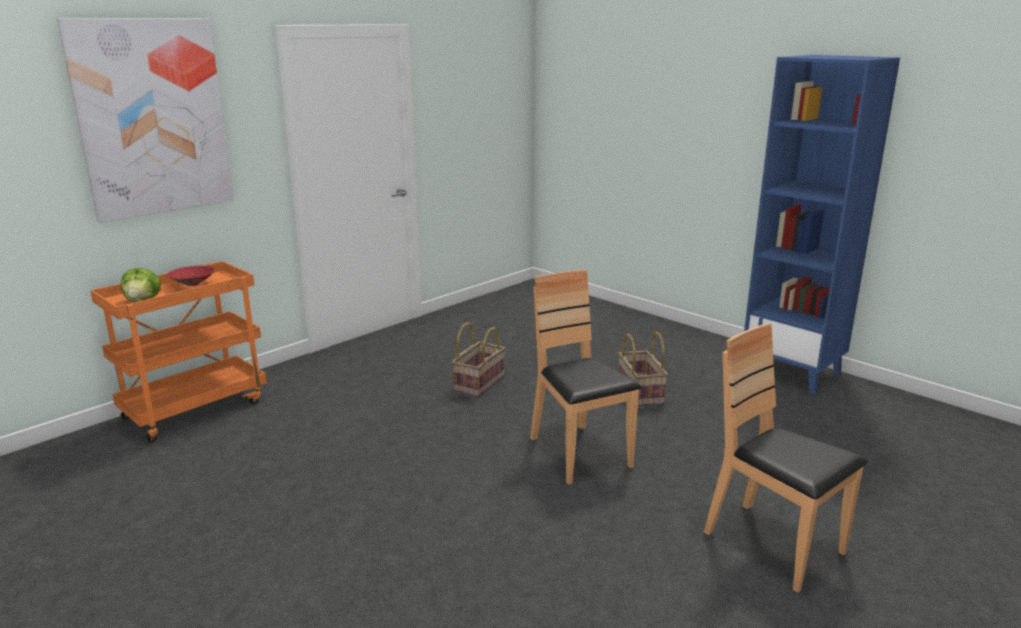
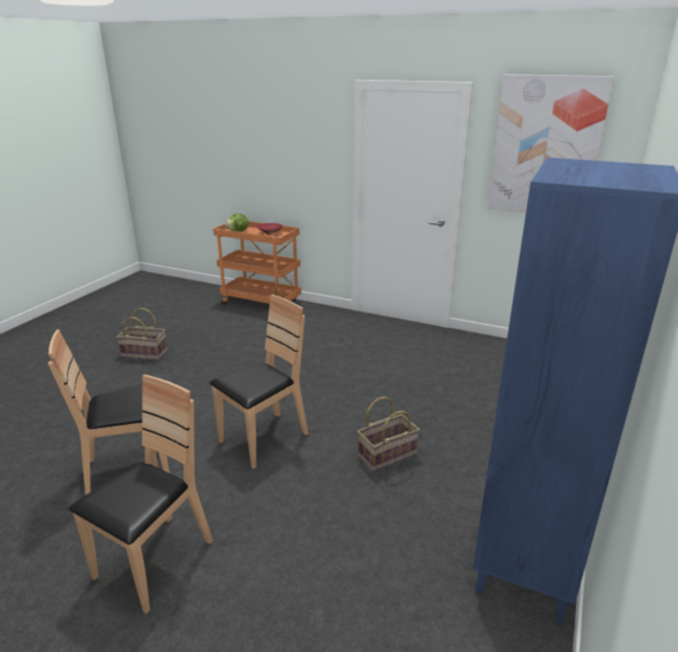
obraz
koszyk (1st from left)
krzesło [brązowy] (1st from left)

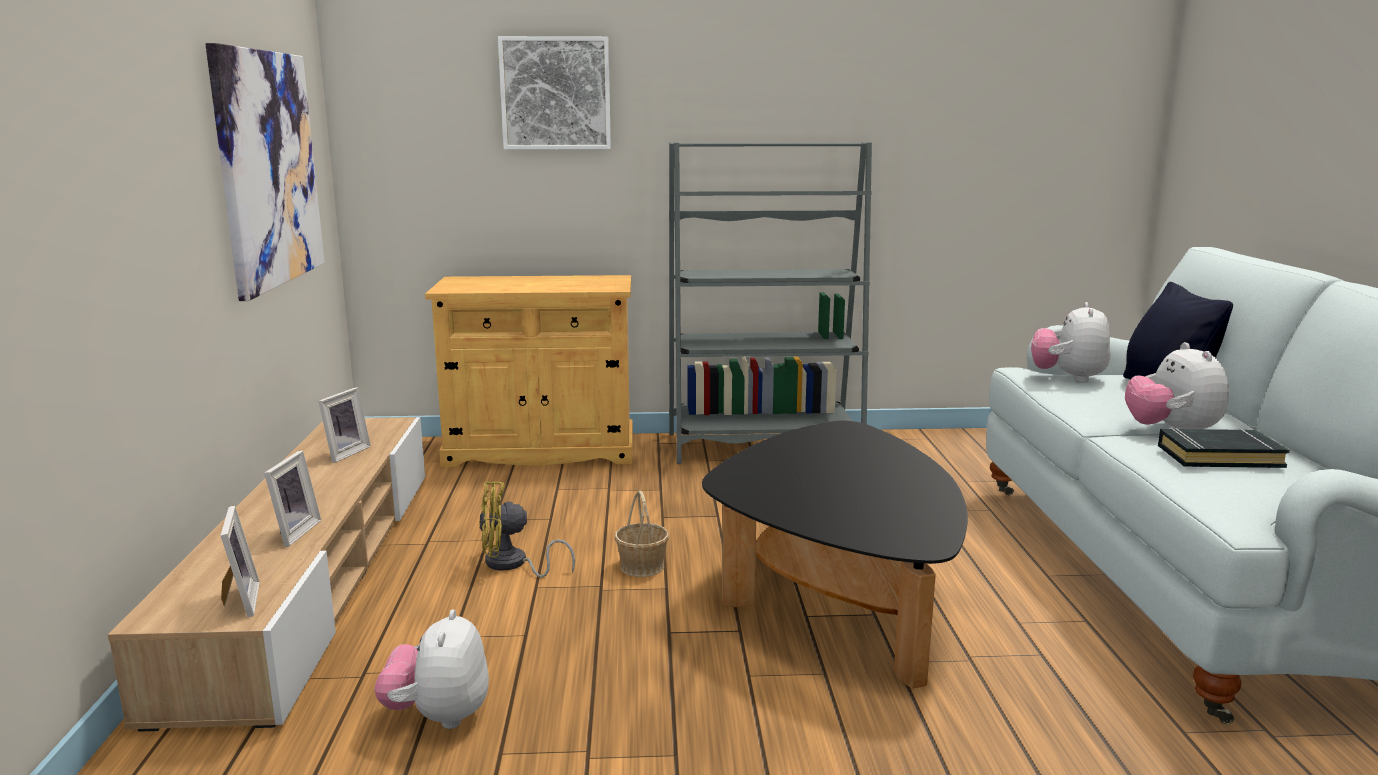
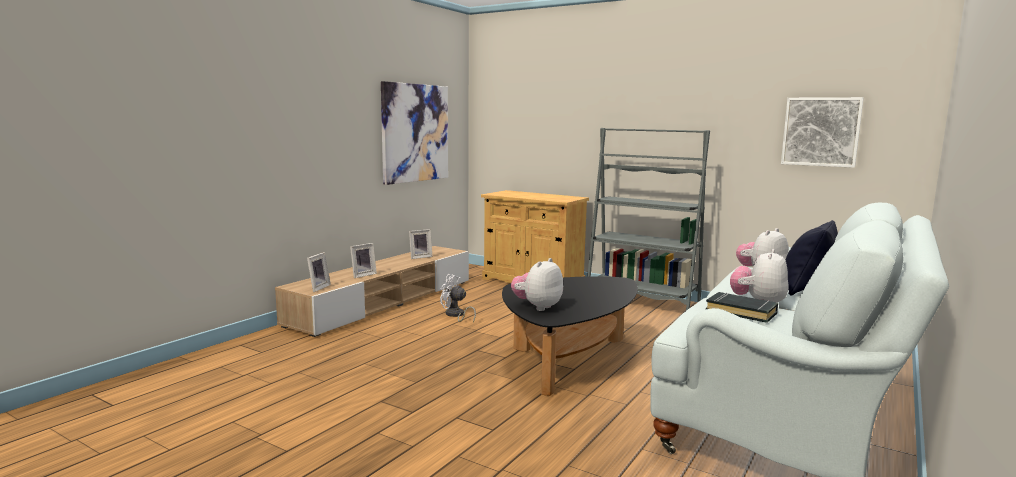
pluszak (1st from left)
wentylator [biały]
obraz (2nd from left)
koszyk

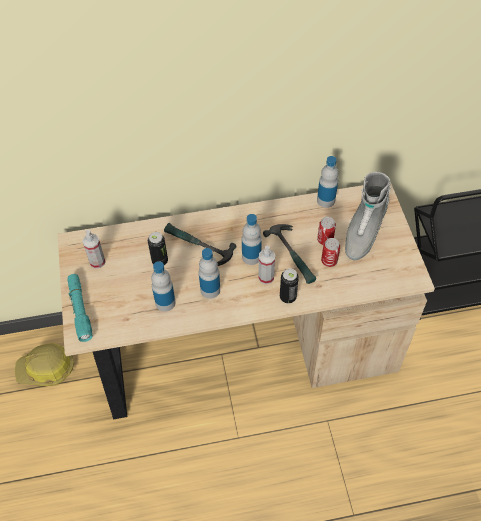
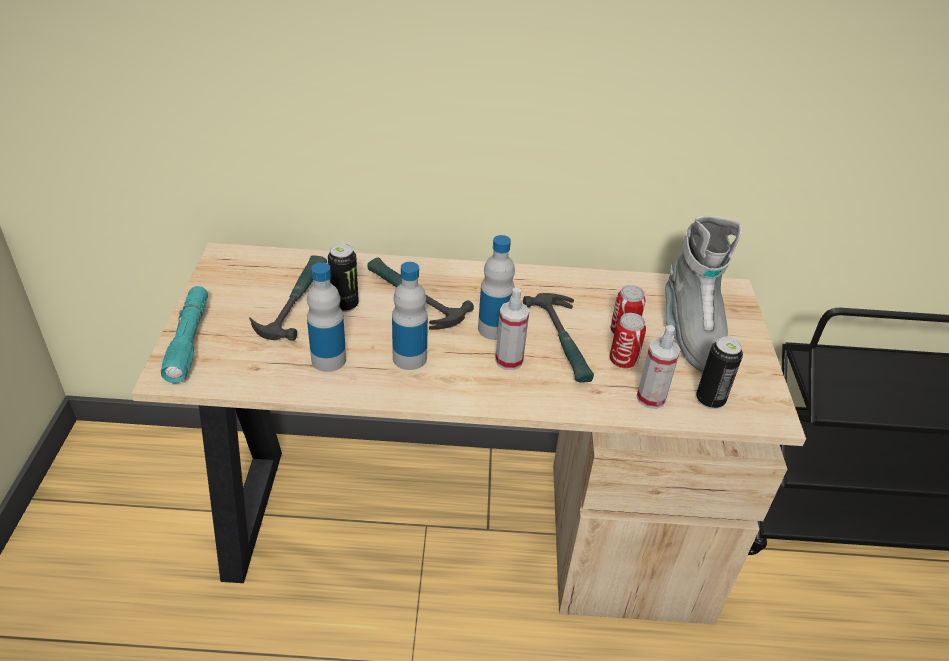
kask
spryskiwacz (2nd from left)
puszka (4th from left)
butelka (4th from left in the first image)
but z cholewką [szary]
młotek (1st from left)

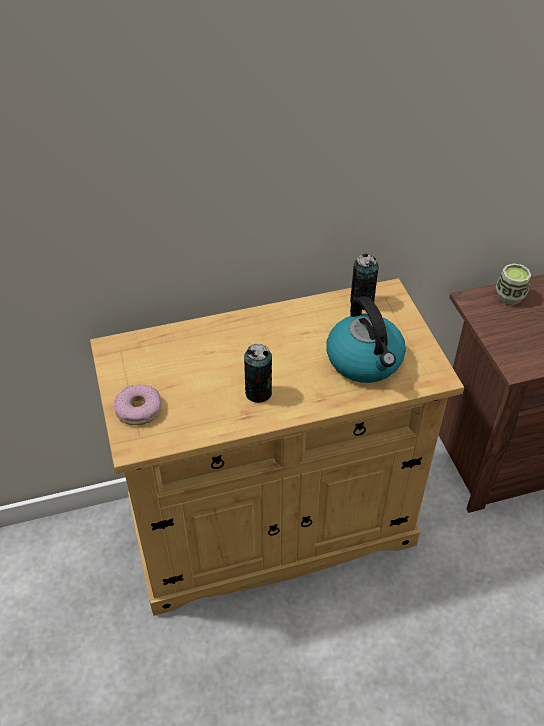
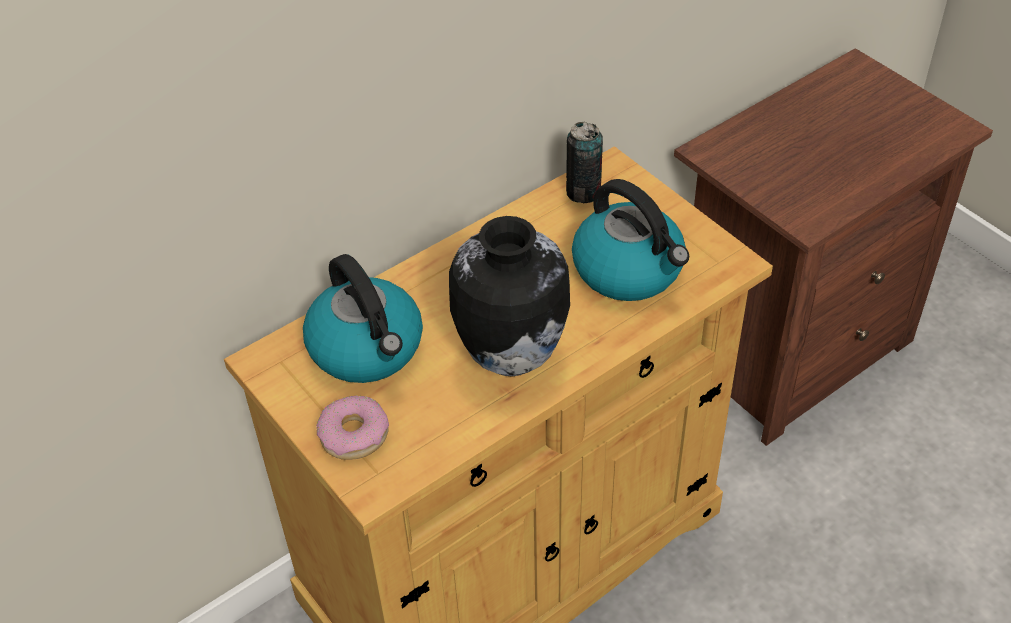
wazon
filiżanka
czajnik (1st from left)

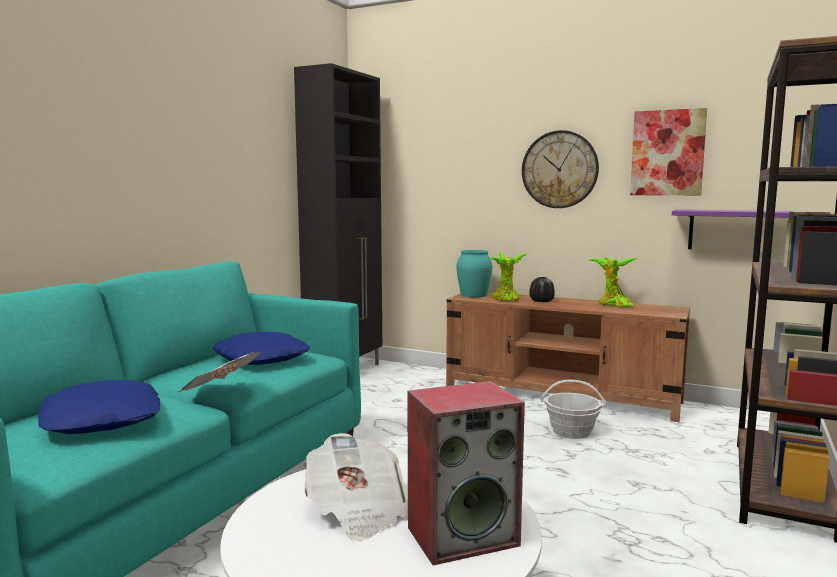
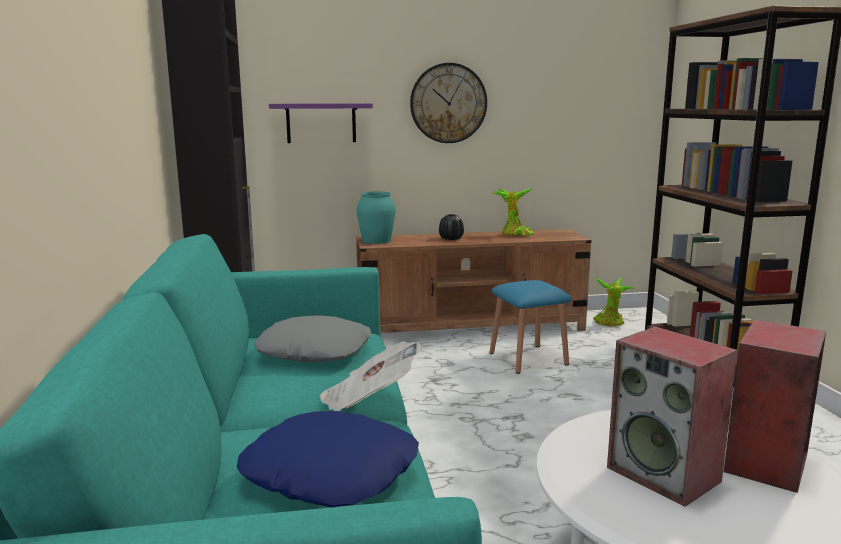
poduszka [szary]
głośnik (1st from left)
roślina doniczkowa (2nd from left)
stołek [niebieski]
obraz
półka [fioletowy]

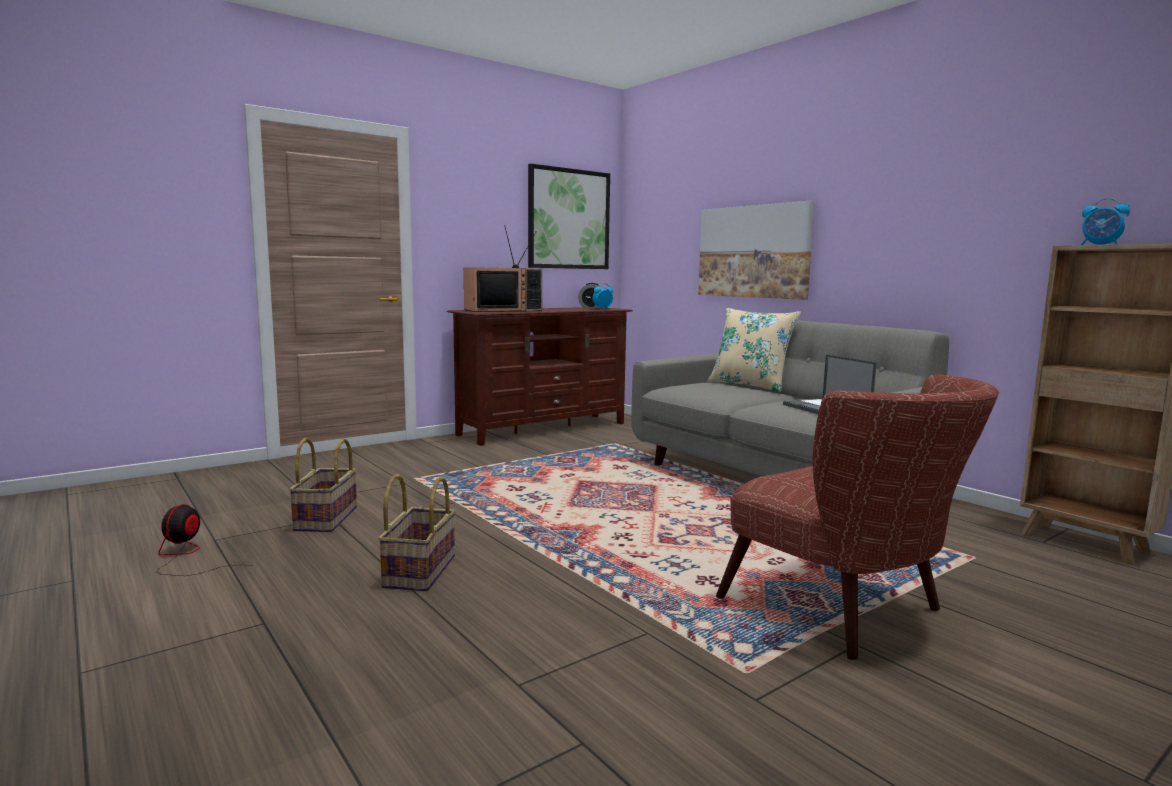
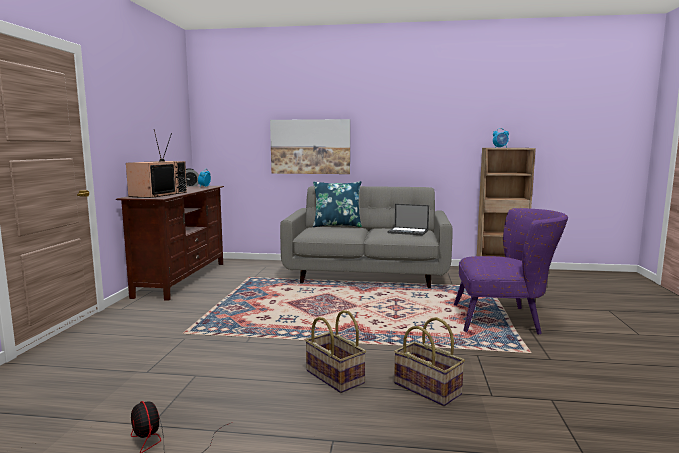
koszyk (2nd from left)
obraz (1st from left in the first image)
poduszka [niebieski]
fotel [fioletowy]

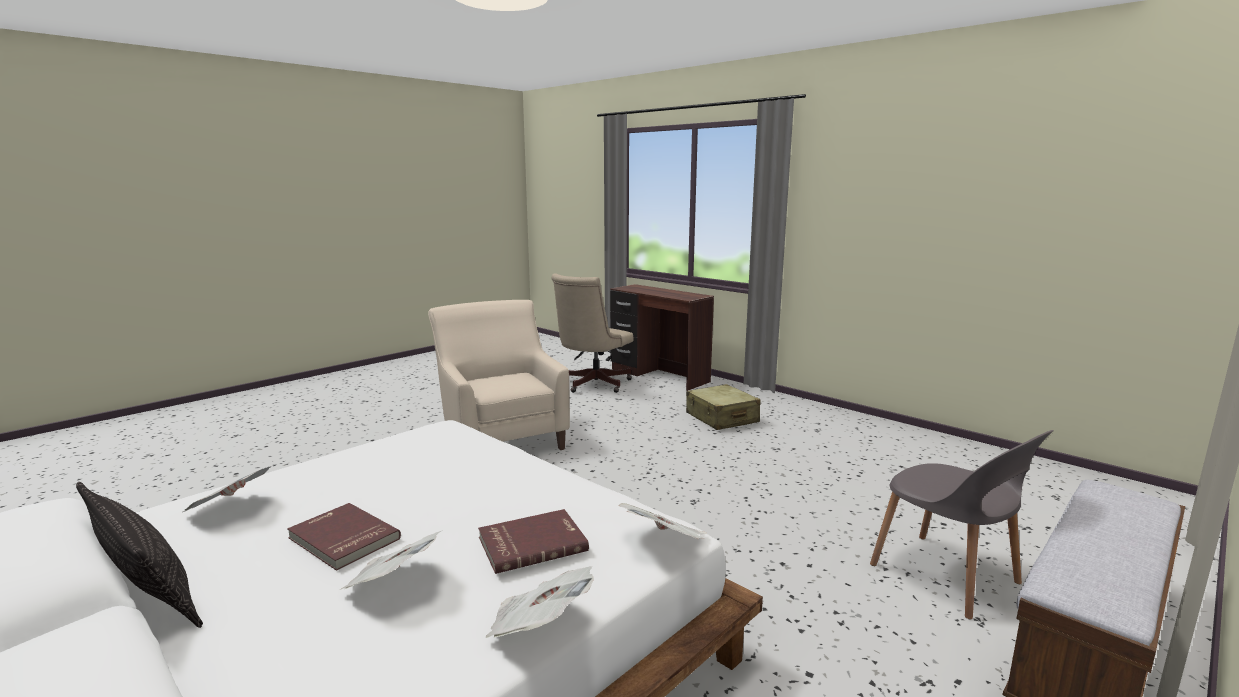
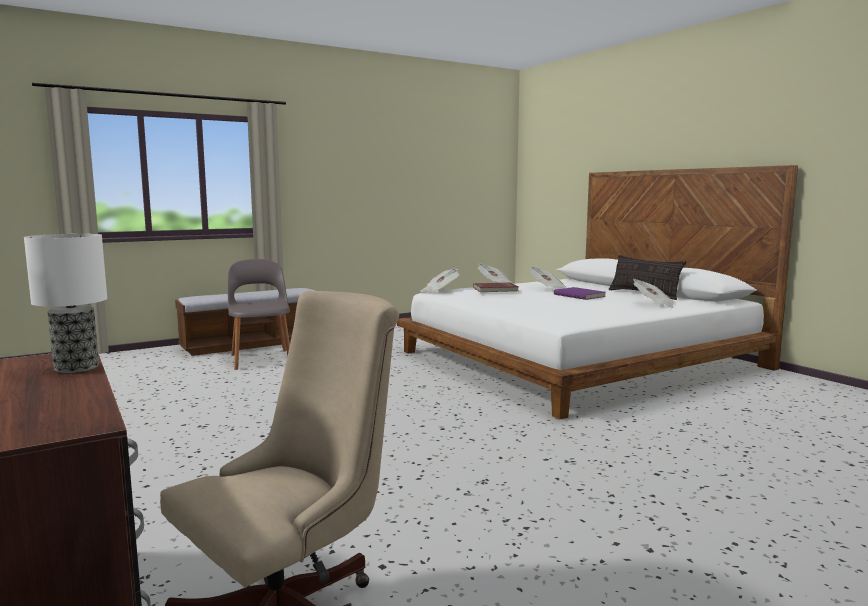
książka [fioletowy]
fotel [beżowy]
walizka [beżowy]
lampa stołowa

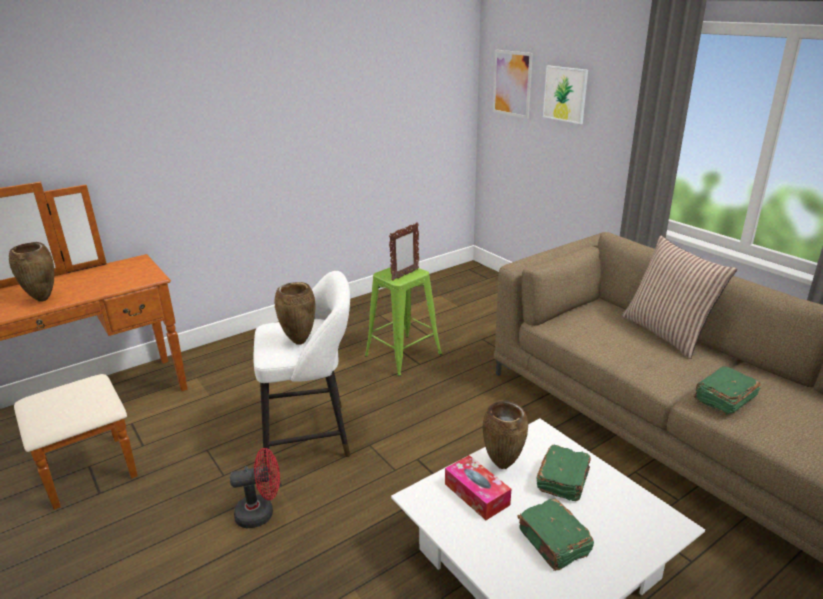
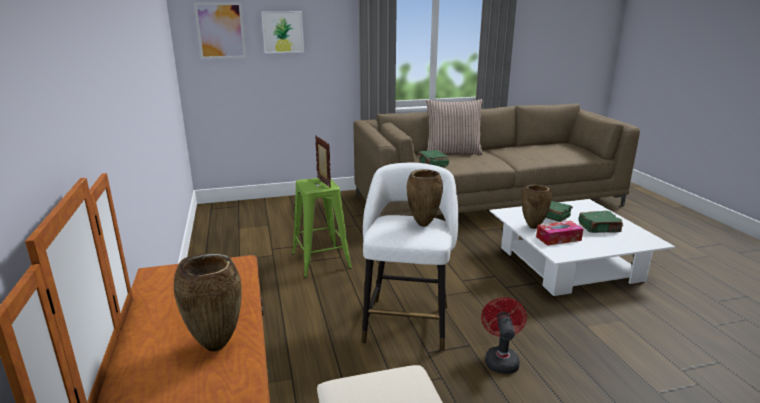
książka [zielony] (1st from left)

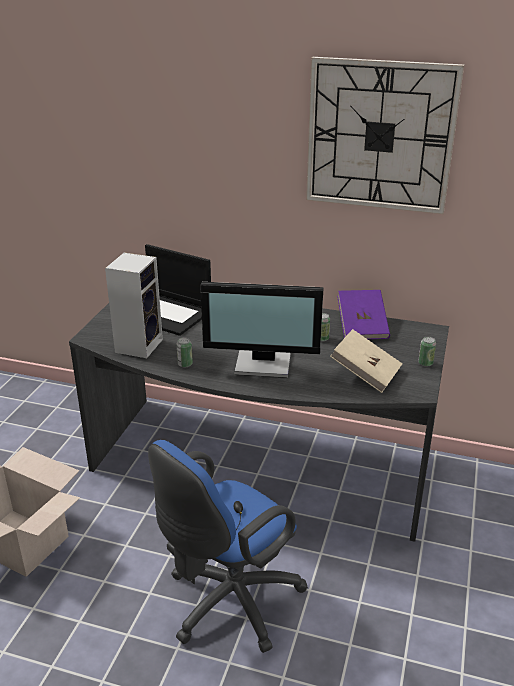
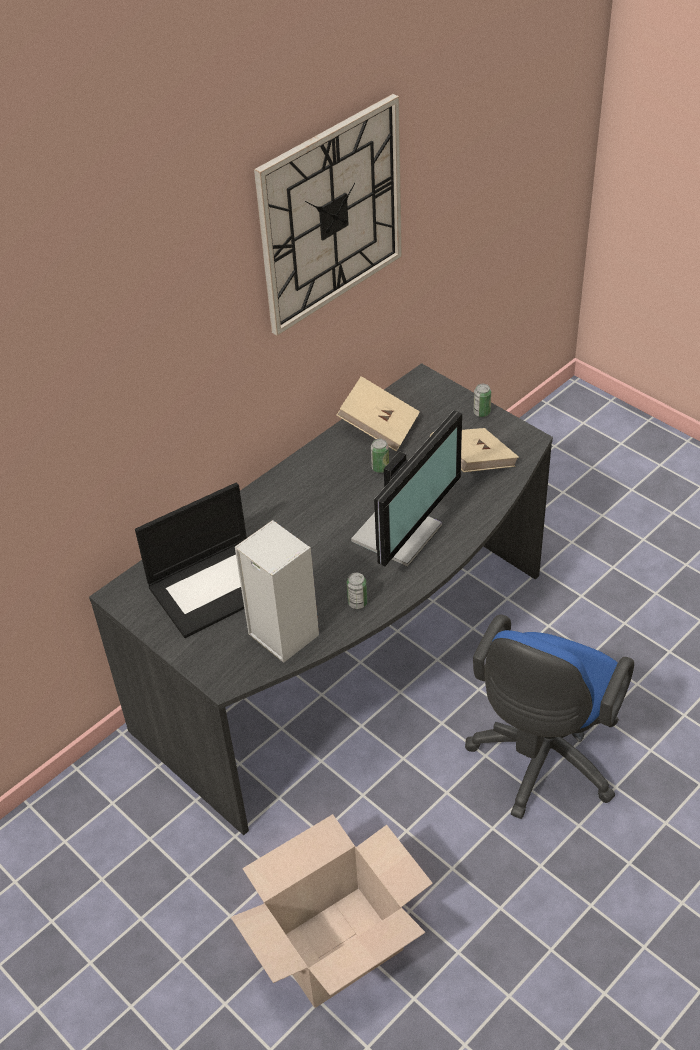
krzesło biurowe [niebieski]
książka [beżowy] (1st from left)

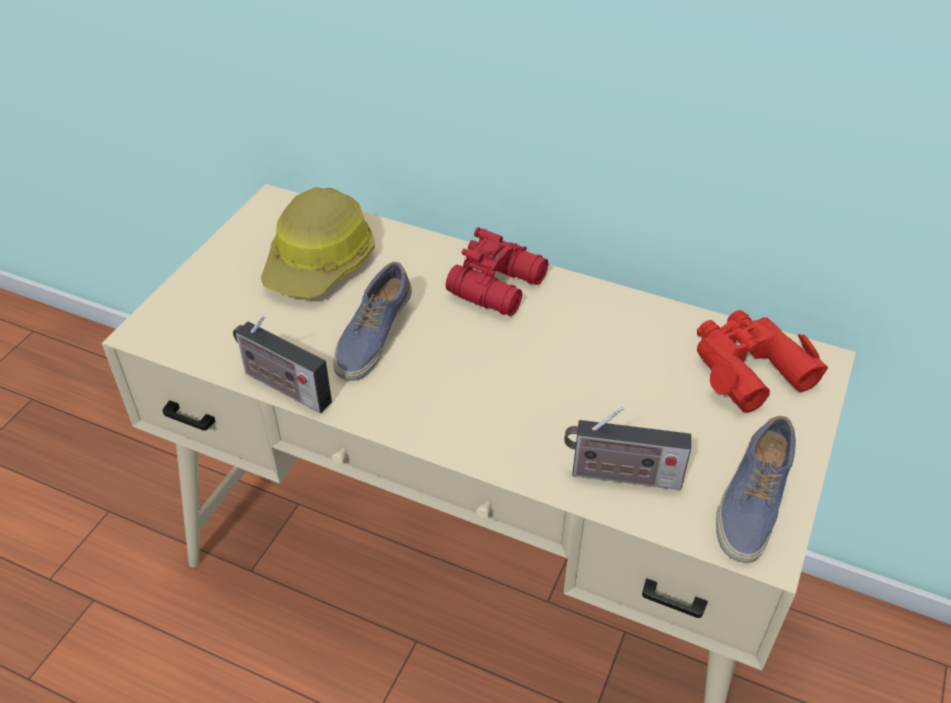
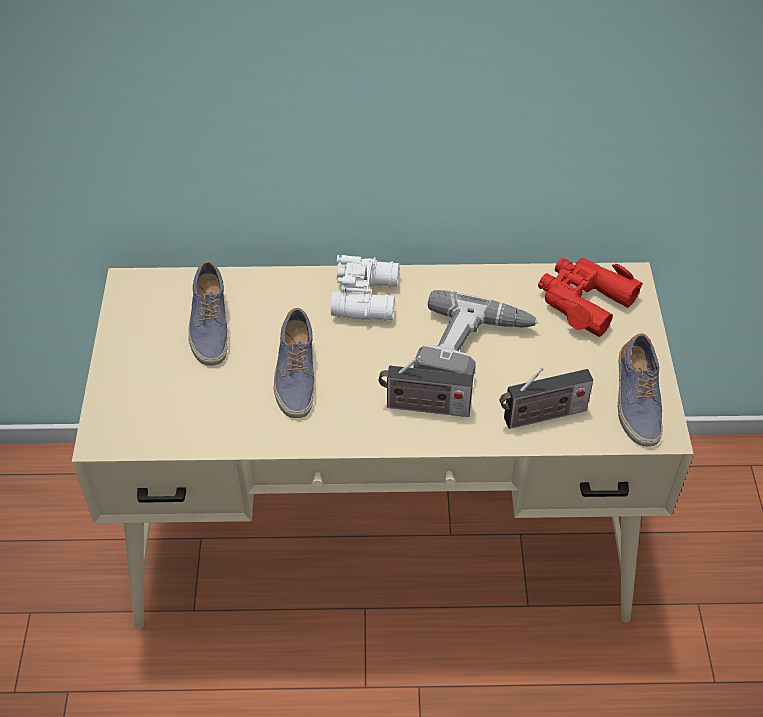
radio (1st from left)
but (1st from left)
lornetka [biały]
wiertarka

